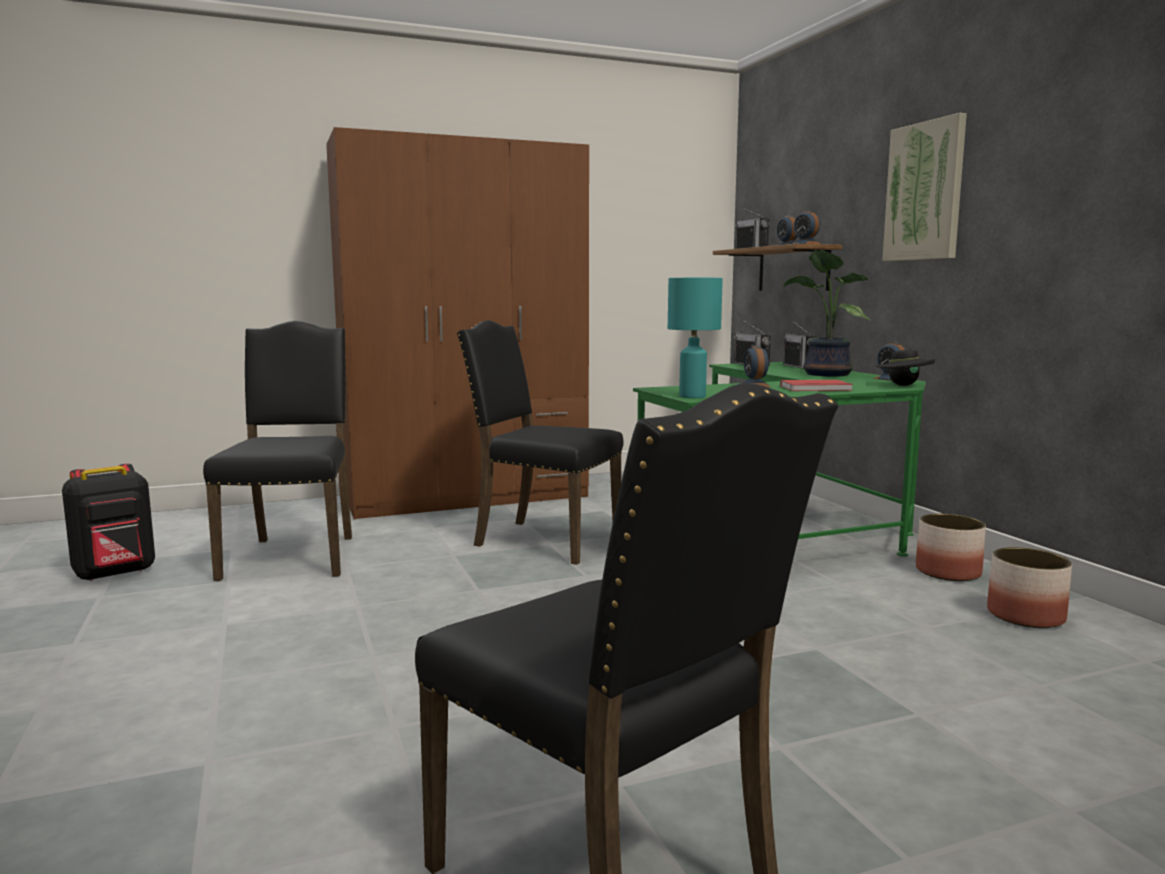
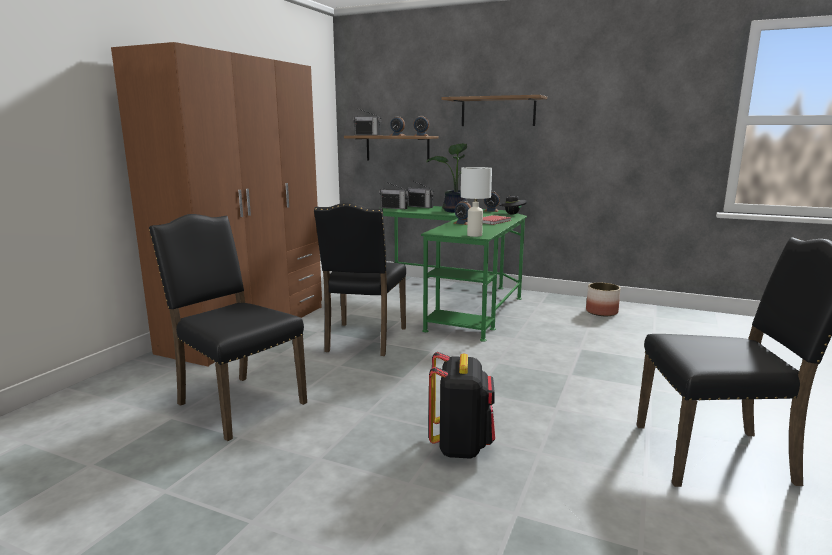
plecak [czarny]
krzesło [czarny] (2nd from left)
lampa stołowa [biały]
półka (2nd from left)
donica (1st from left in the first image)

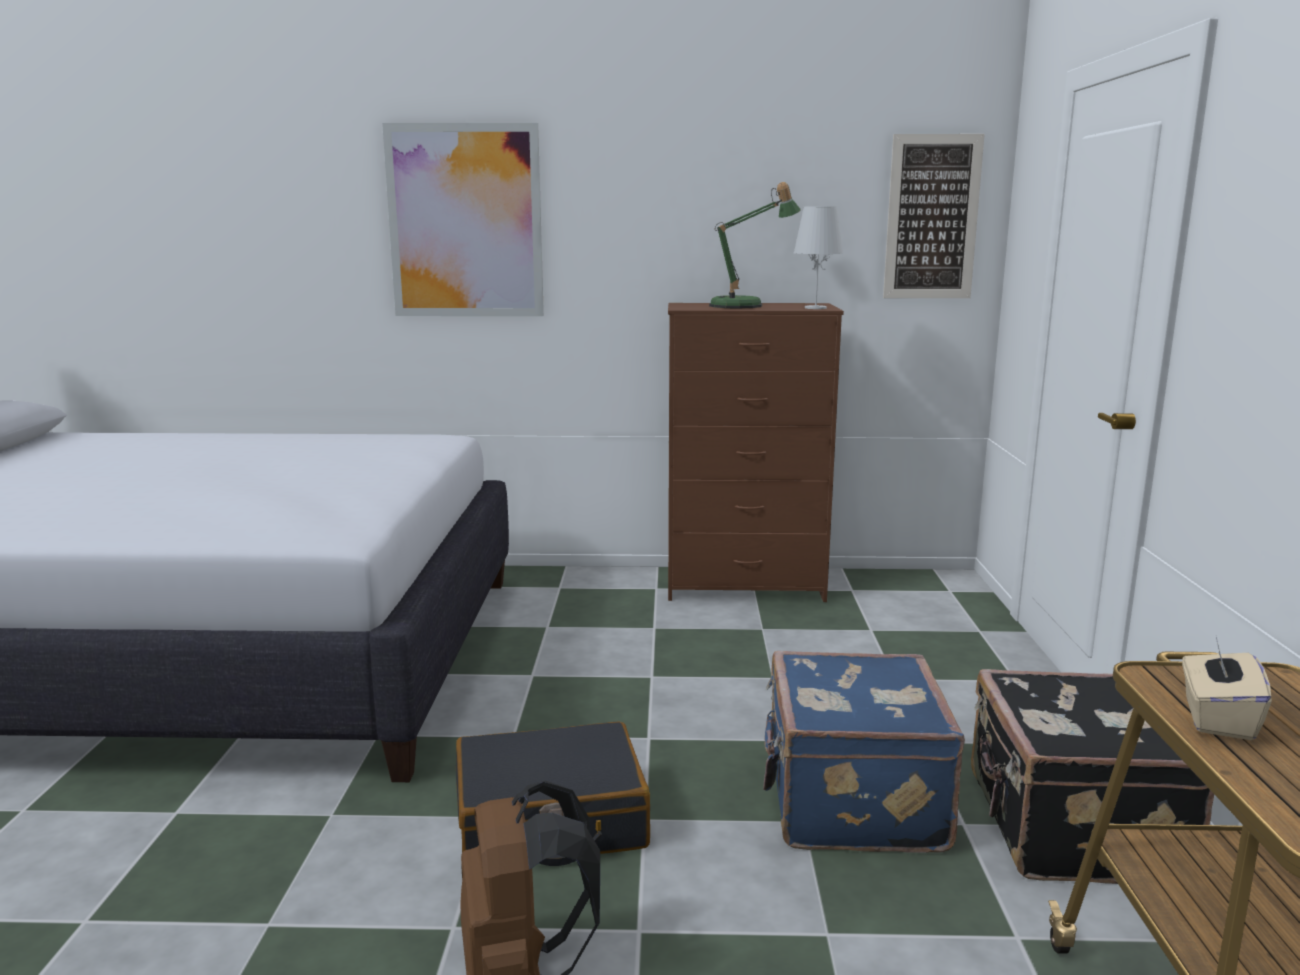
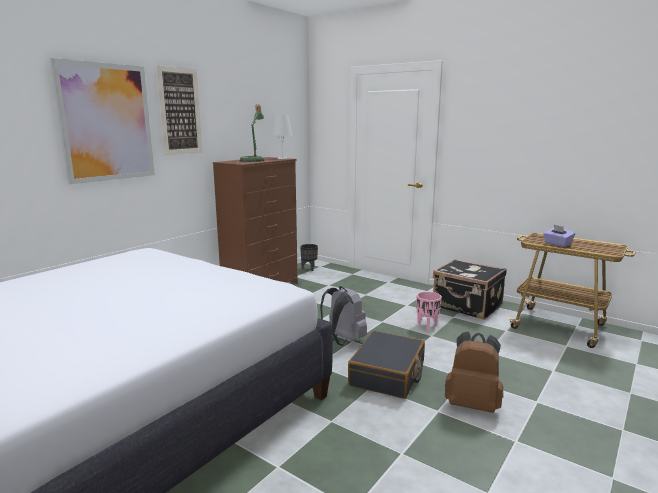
donica [różowy]
obraz (2nd from left)
pudełko chusteczek [fioletowy]
donica [czarny]
plecak [szary]

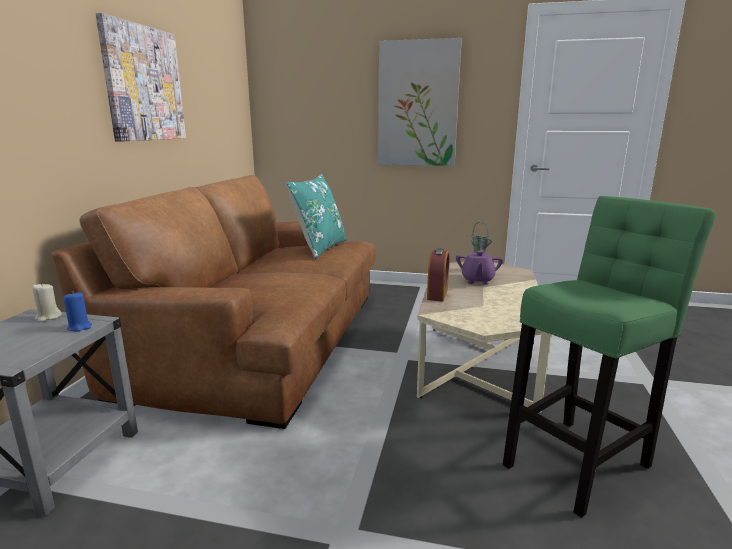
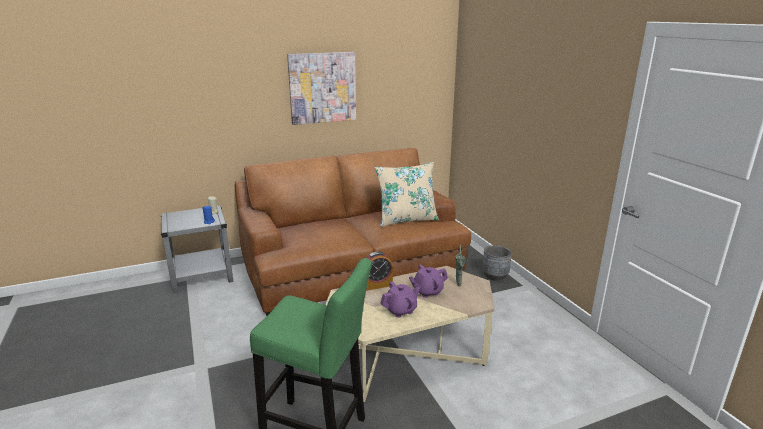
poduszka [beżowy]
obraz (2nd from left in the first image)
imbryk [fioletowy] (1st from left)
donica [szary]

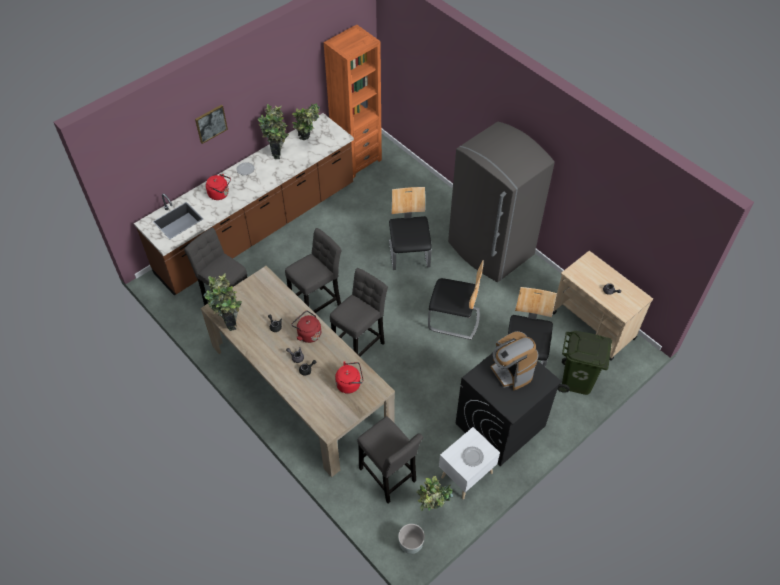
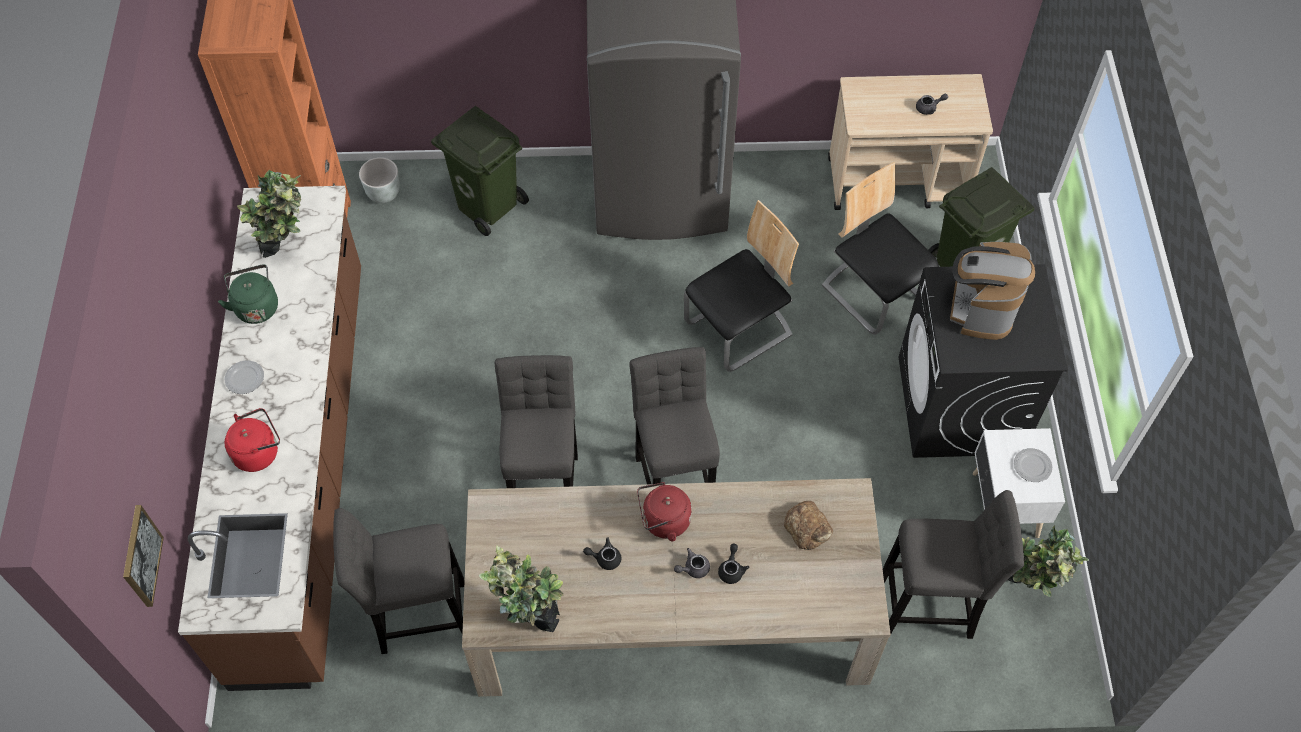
obraz
czajnik [zielony]
chleb
krzesło (1st from left in the first image)
donica [szary]
ekspres do kawy
kosz na śmieci [zielony] (1st from left)

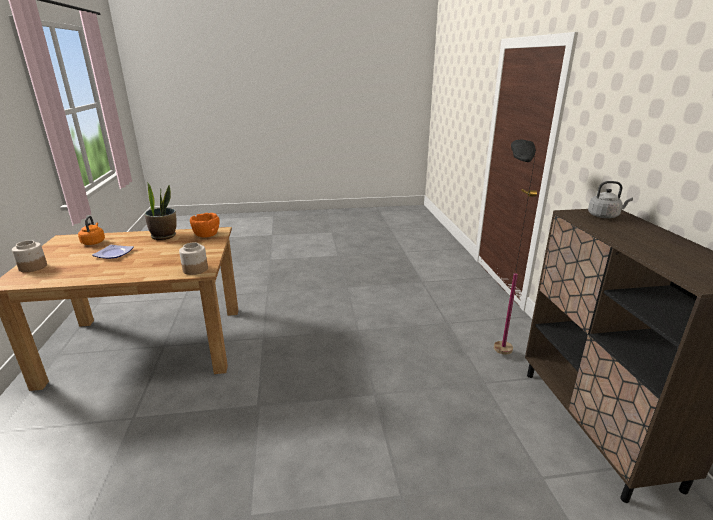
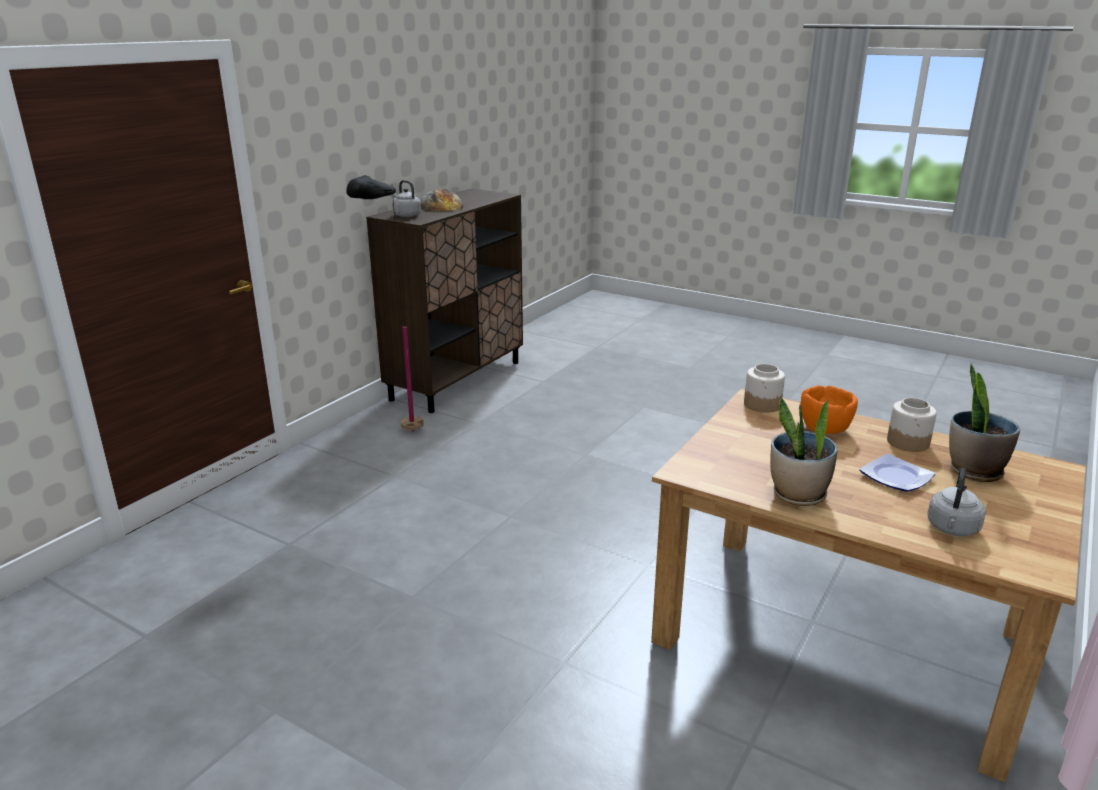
słoik (2nd from left)
czajnik [szary] (2nd from left)
miska [pomarańczowy]
chleb
roślina doniczkowa (2nd from left)

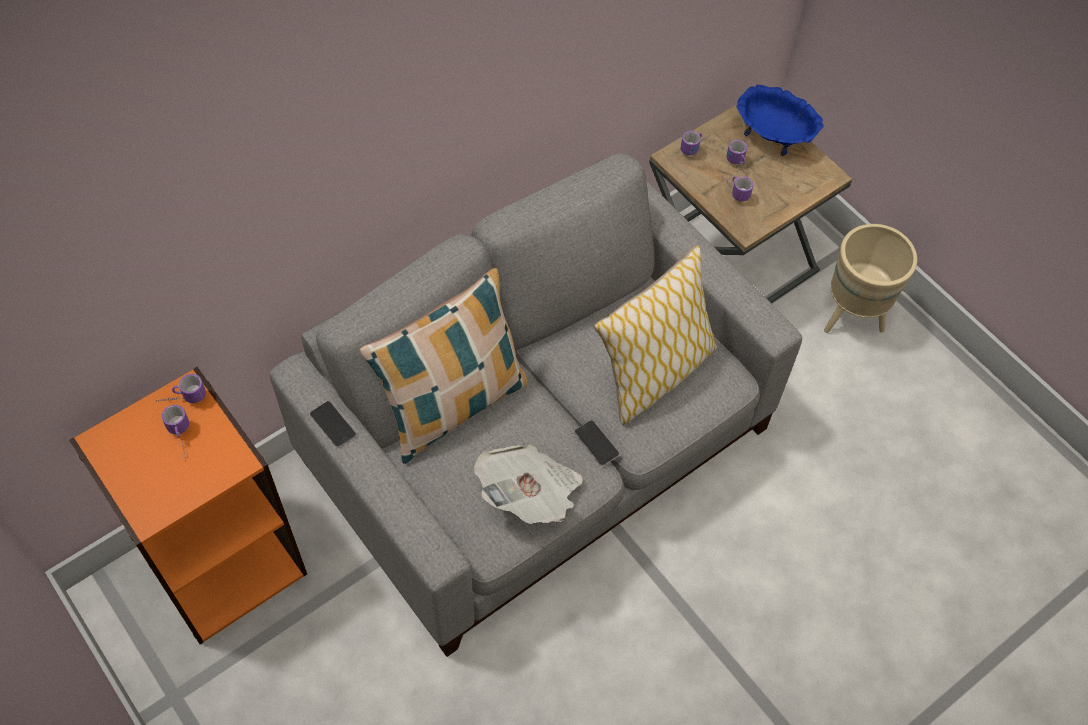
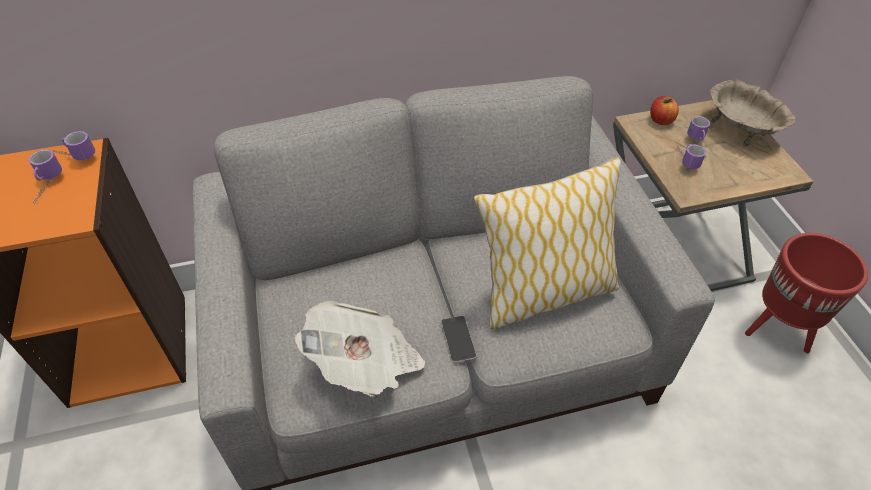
telefon (1st from left in the first image)
poduszka (1st from left in the first image)
jabłko
miska [beżowy]
donica [czerwony]

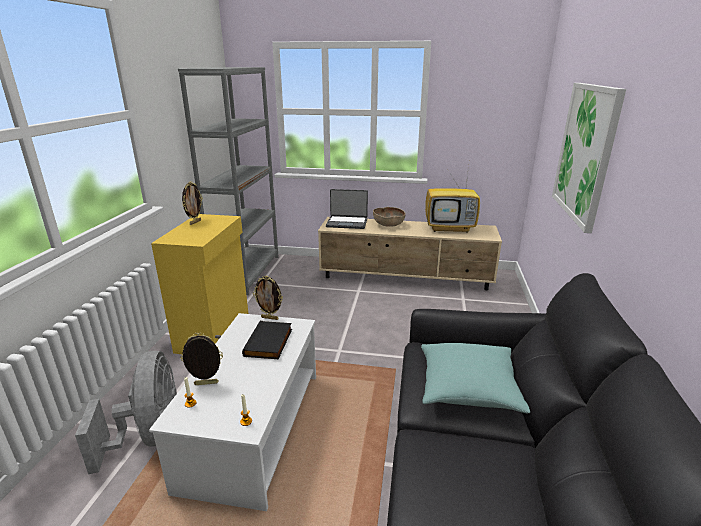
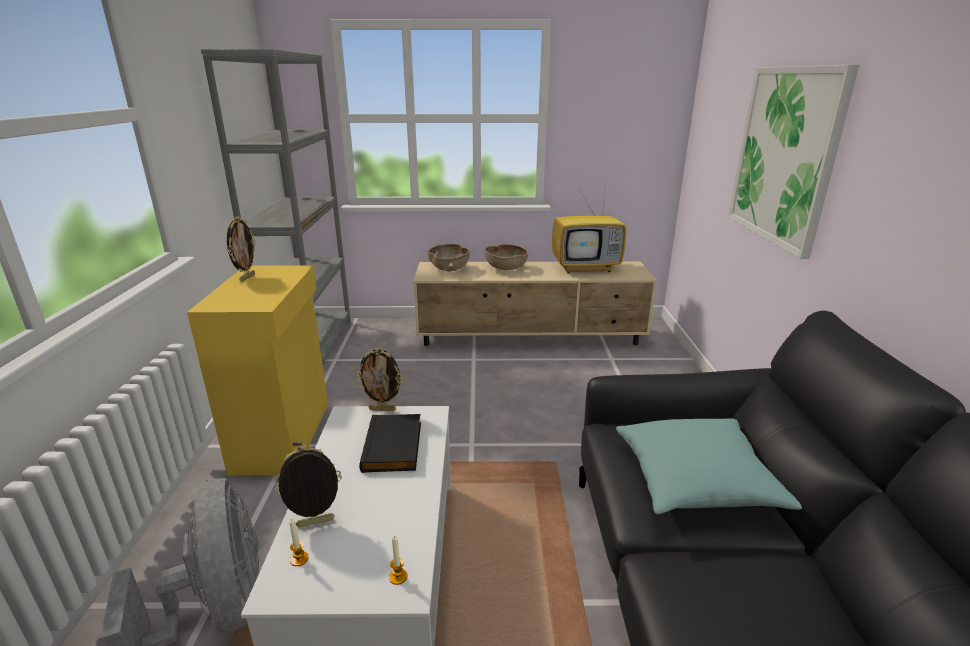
miska [brązowy] (1st from left)

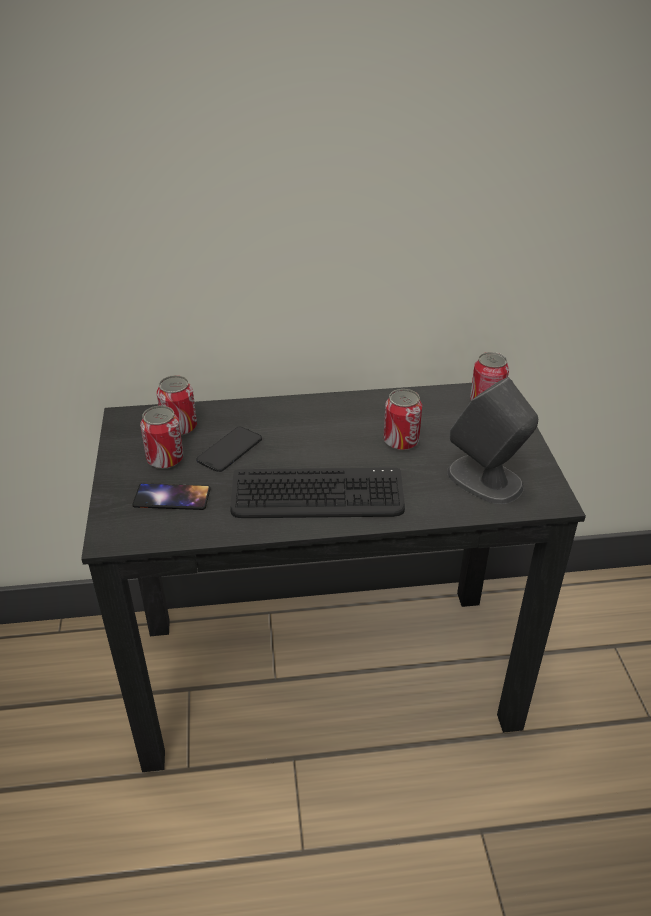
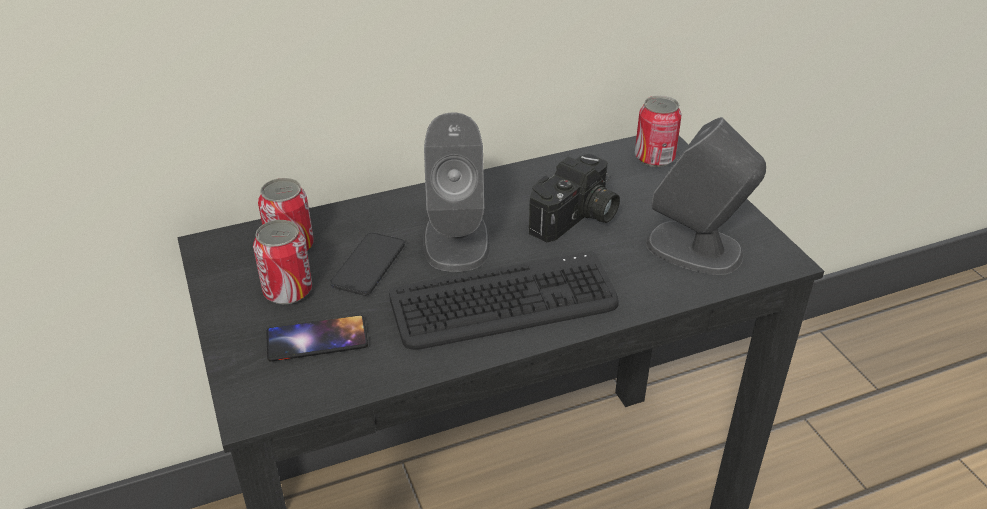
aparat fotograficzny
głośnik [szary] (1st from left)

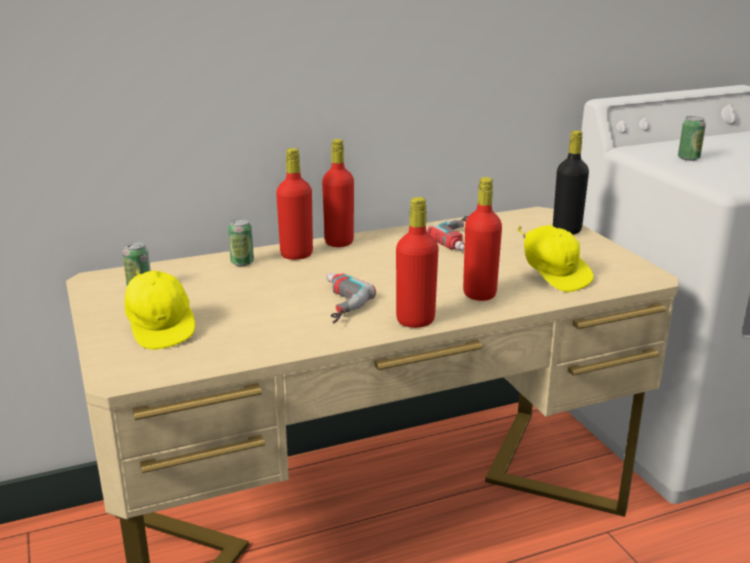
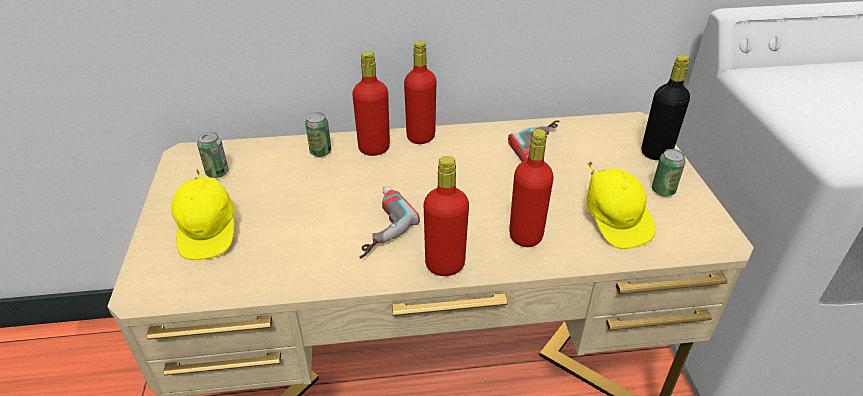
puszka (3rd from left)

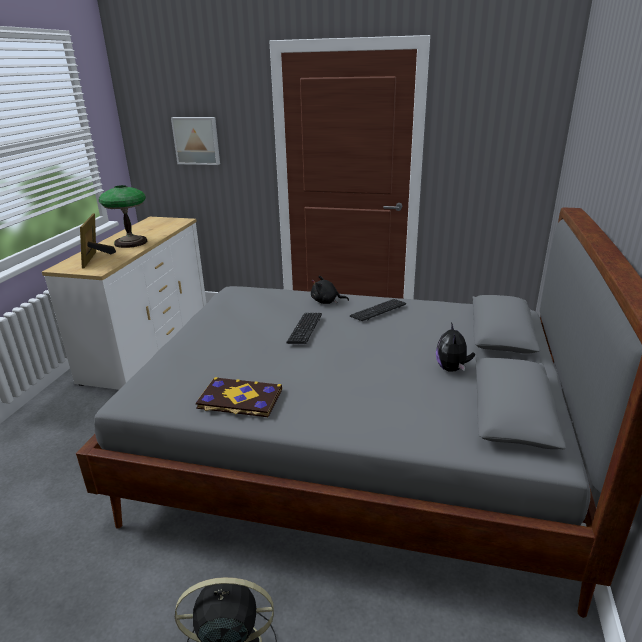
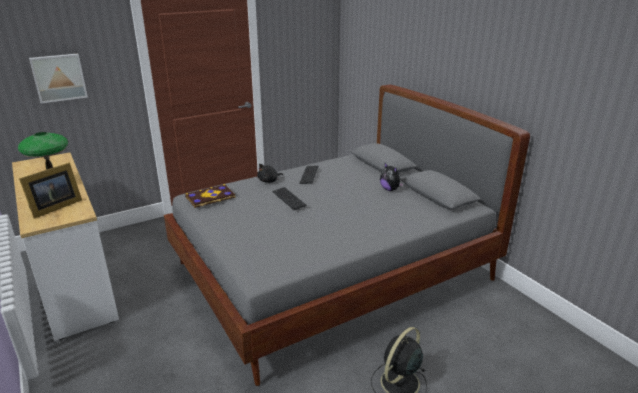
ramka na zdjęcie
książka

